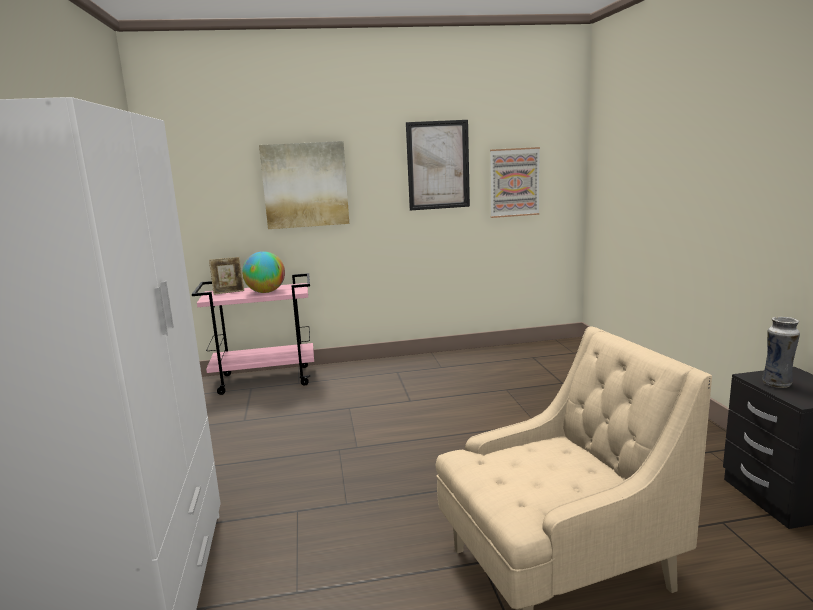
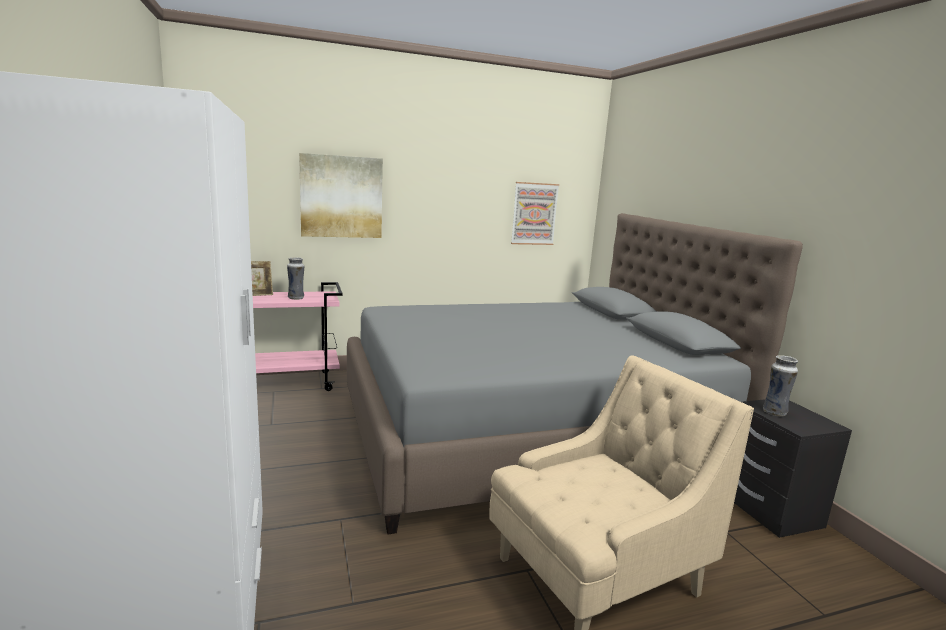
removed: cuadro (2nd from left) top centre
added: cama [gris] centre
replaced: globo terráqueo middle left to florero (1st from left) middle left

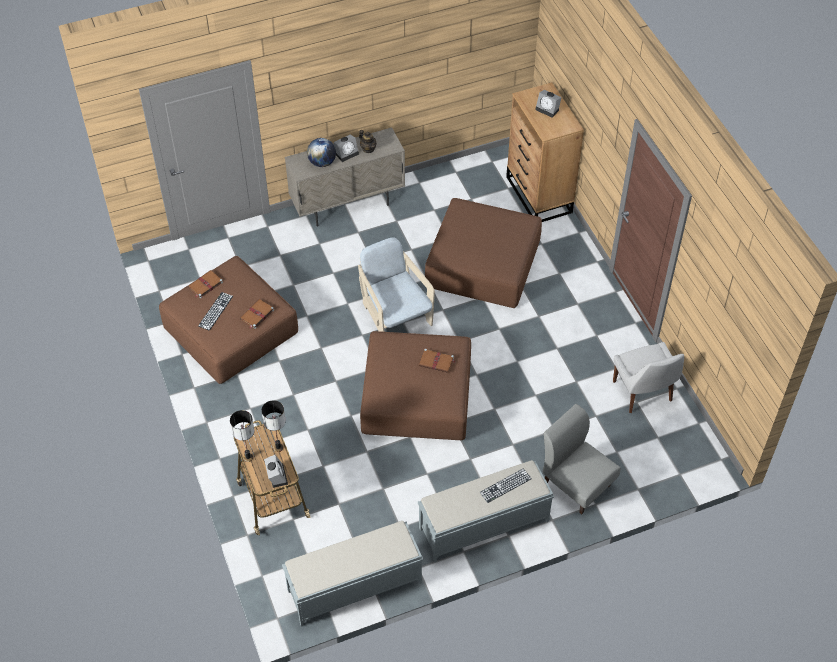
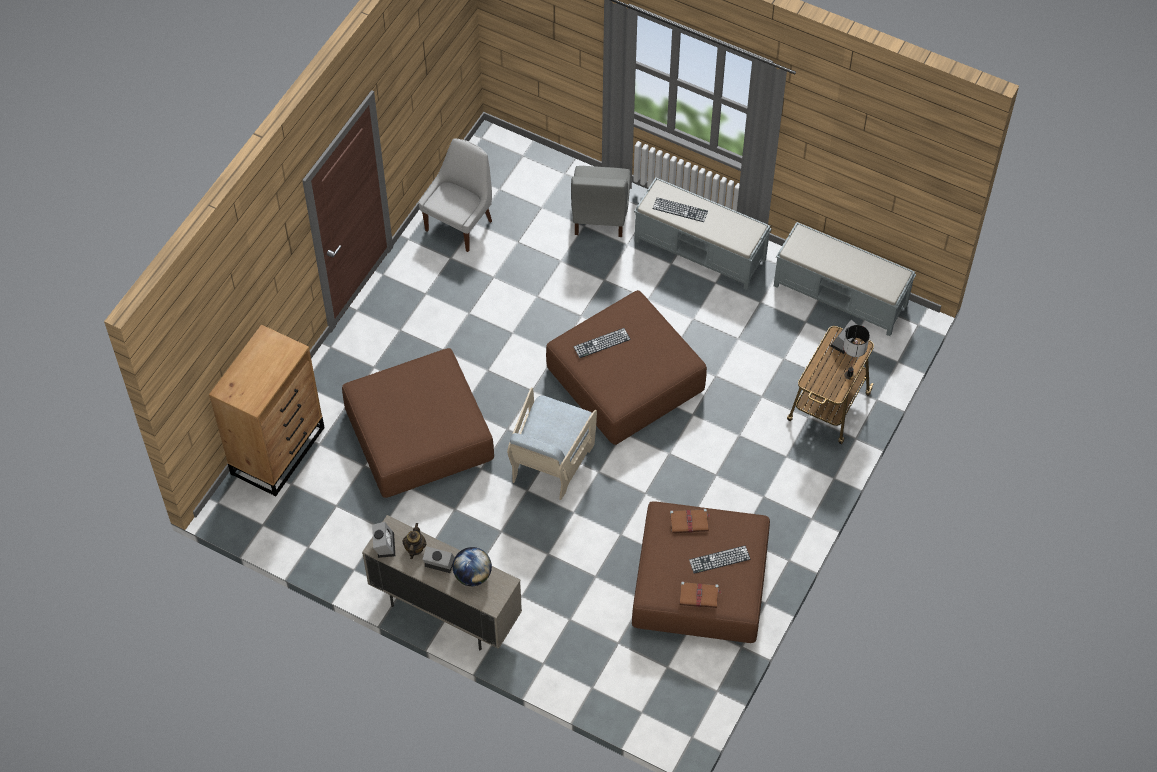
removed: lámpara de mesa (2nd from left) middle left
moved: despertador (3rd from left in the first image) top centre to despertador (1st from left) bottom left
replaced: libro [marrón] (3rd from left) centre to teclado (1st from left) centre

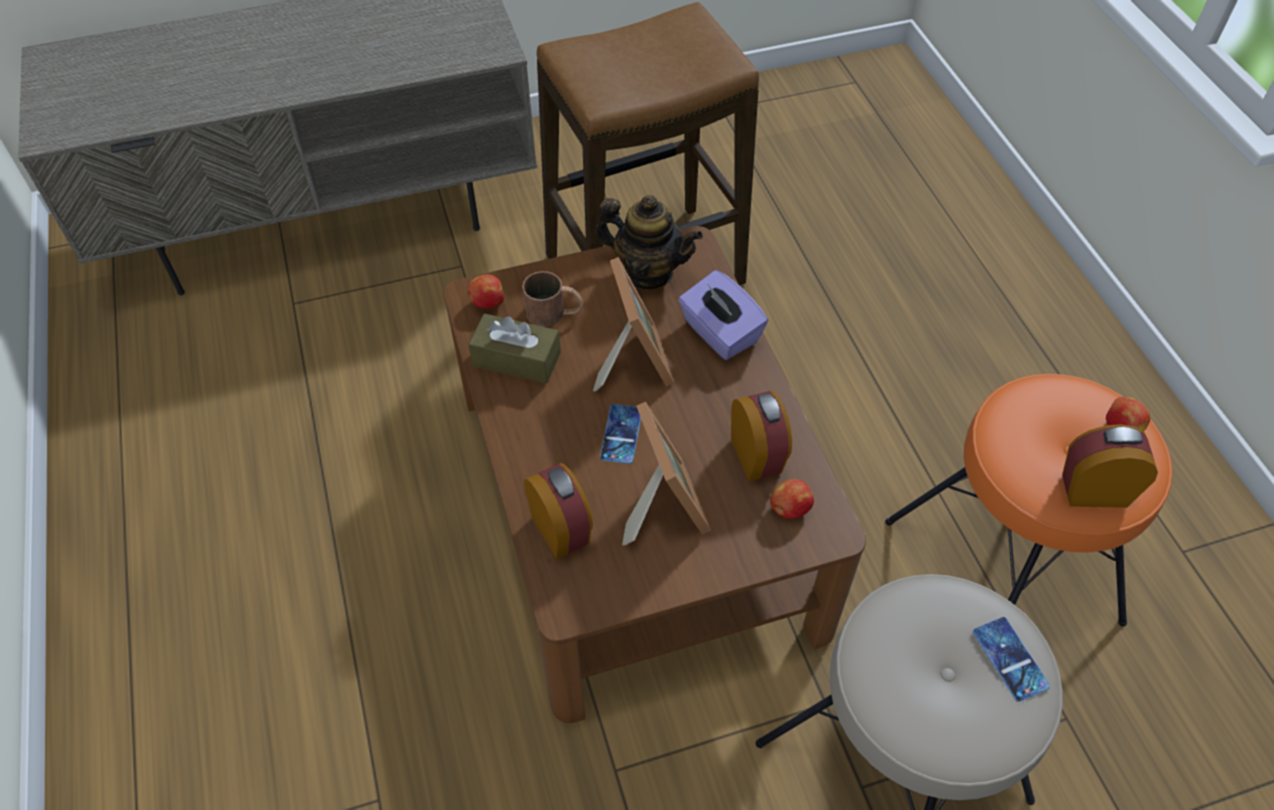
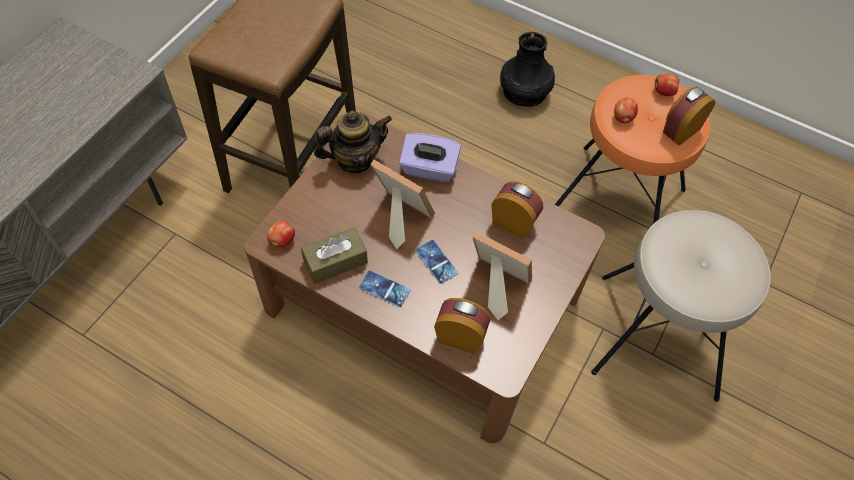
removed: taza grande [marrón] centre
added: florero [negro] top centre
moved: móvil (2nd from left in the first image) bottom right to móvil (1st from left) centre; manzana (2nd from left) centre to top right

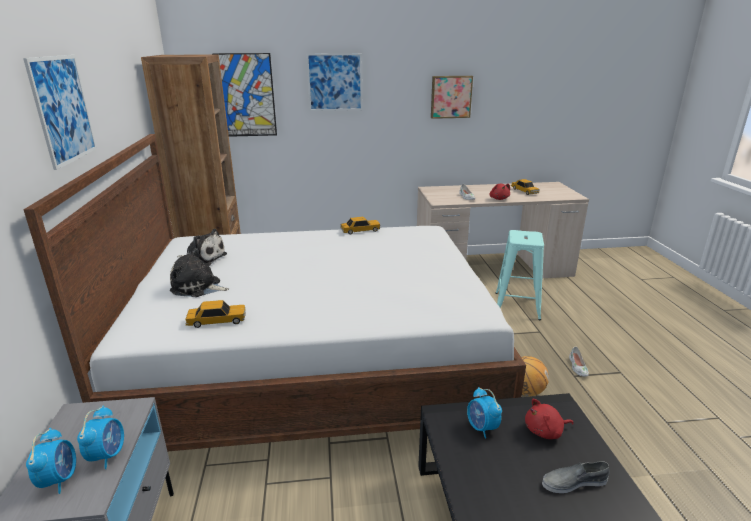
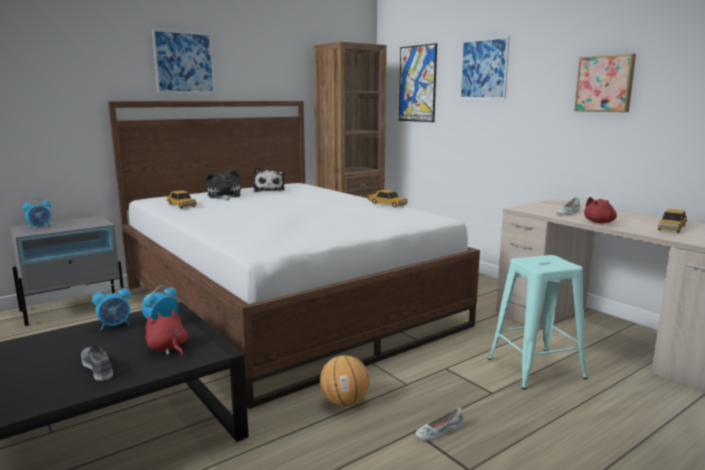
moved: despertador (2nd from left) bottom left to middle left

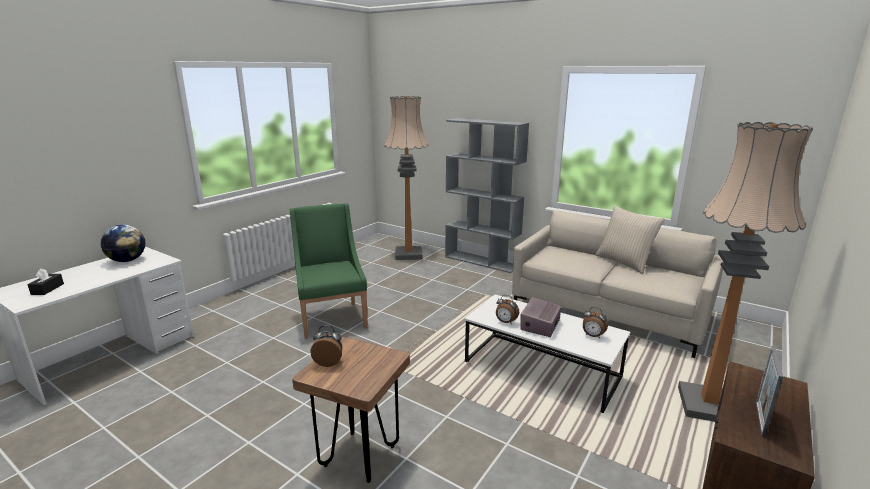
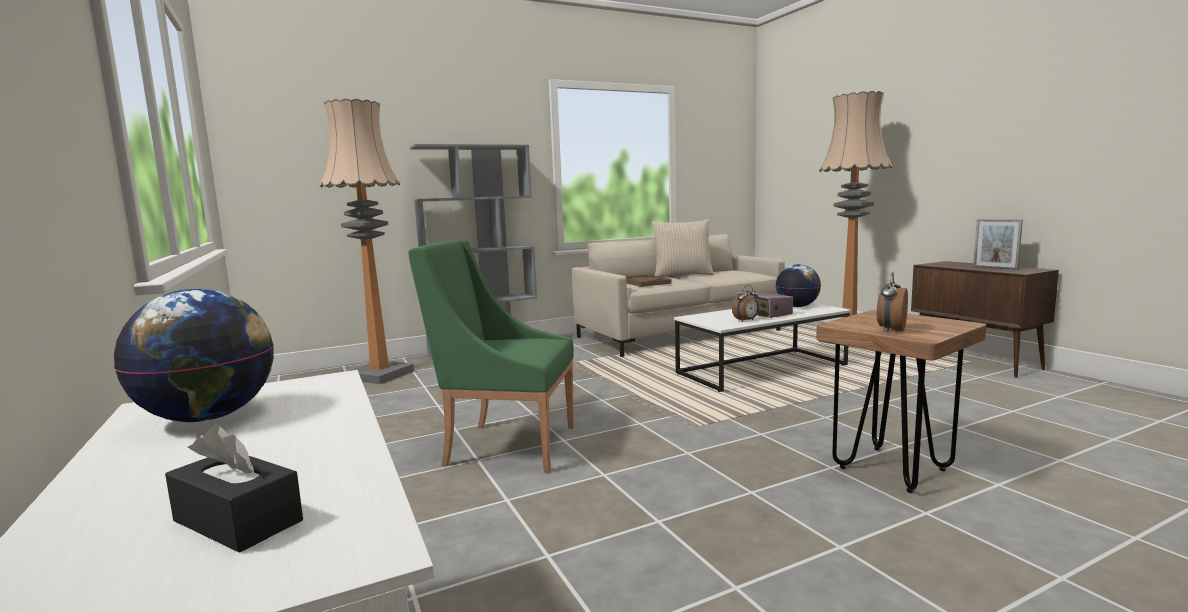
added: bandeja [marrón] centre
replaced: despertador (3rd from left) middle right to globo terráqueo (2nd from left) middle right

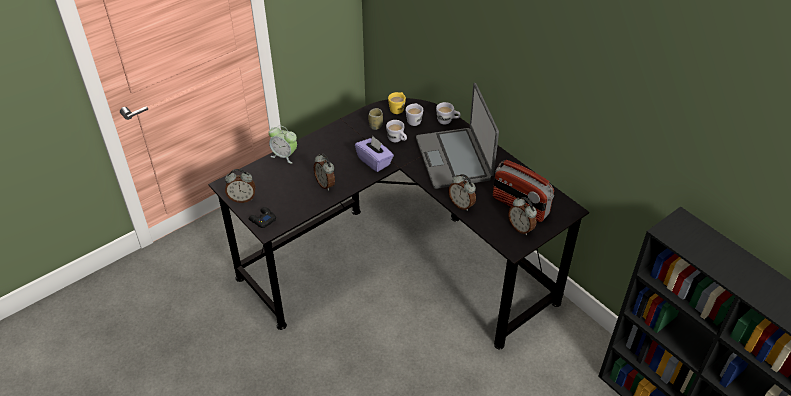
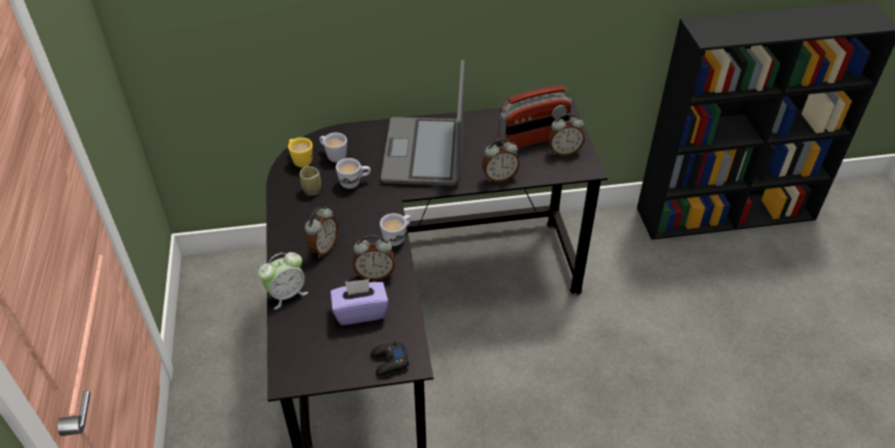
moved: despertador (1st from left in the first image) middle left to despertador (2nd from left) centre; caja de pañuelos [morado] centre to bottom centre; taza grande [blanco] (3rd from left) top centre to centre
turned: portátil centre = top centre 75 degrees clockwise

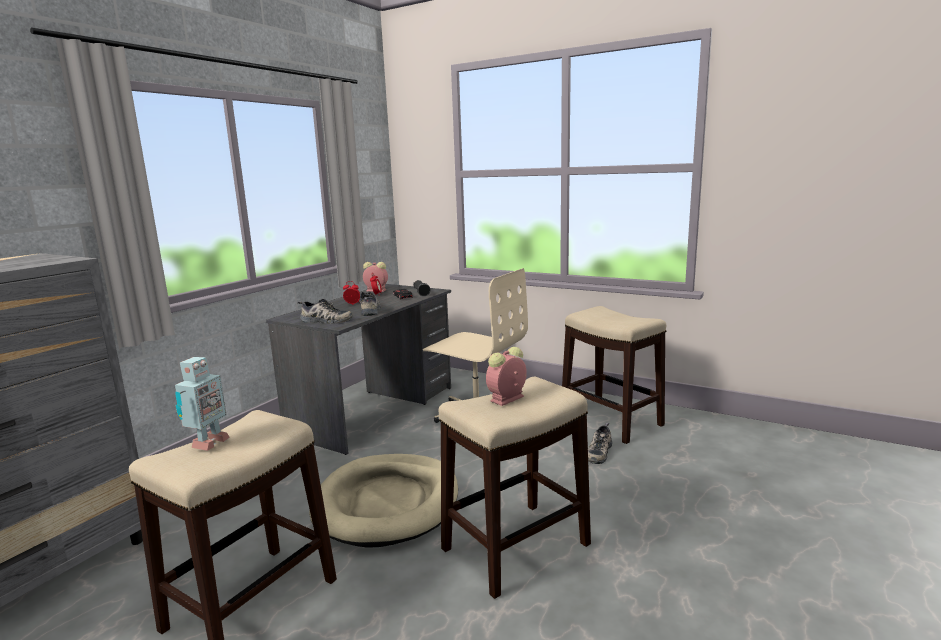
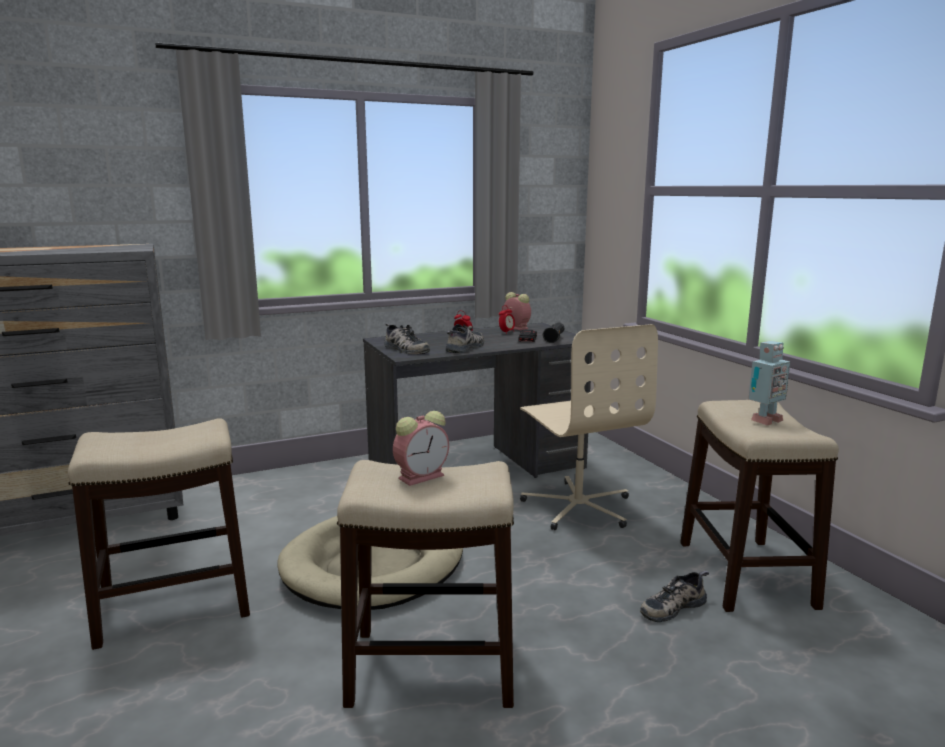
moved: robot de juguete middle left to middle right
turned: despertador (4th from left in the first image) centre = centre 150 degrees clockwise

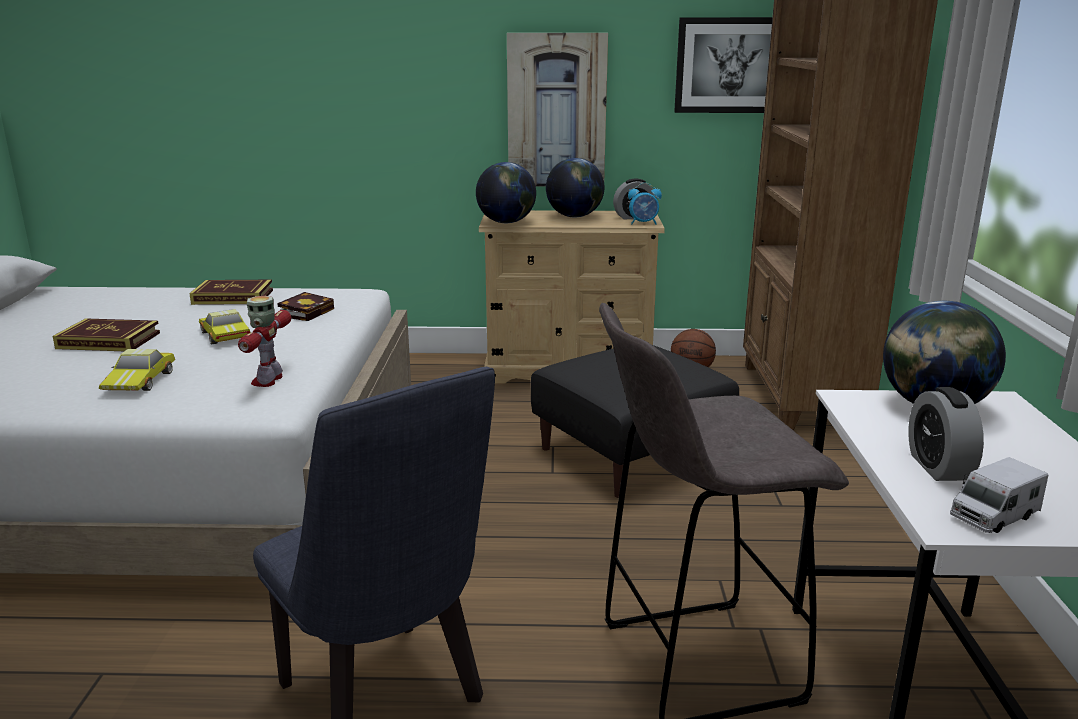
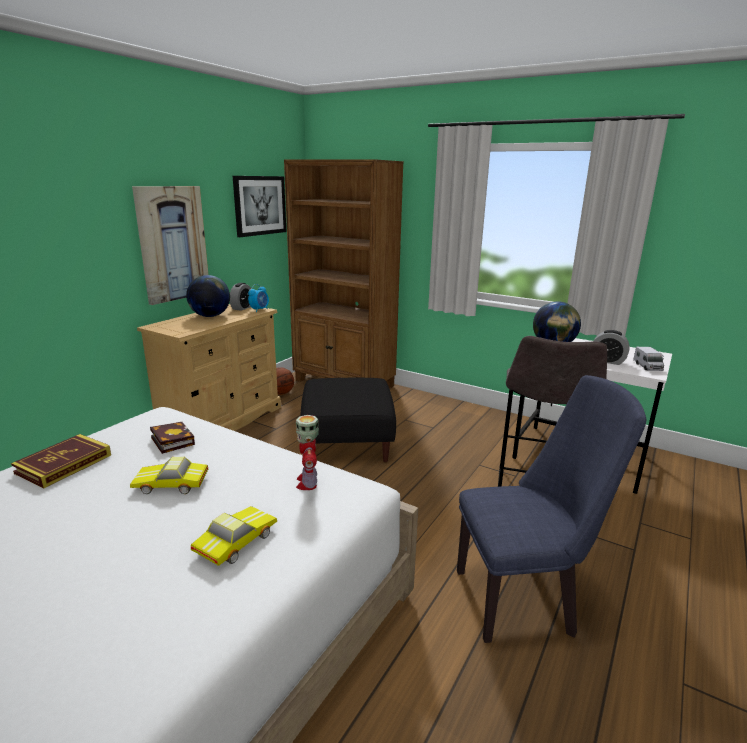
removed: libro (1st from left) middle left; globo terráqueo (1st from left) top centre
turned: coche de juguete (1st from left in the first image) middle left = bottom left 90 degrees counterclockwise; robot de juguete middle left = centre 45 degrees clockwise

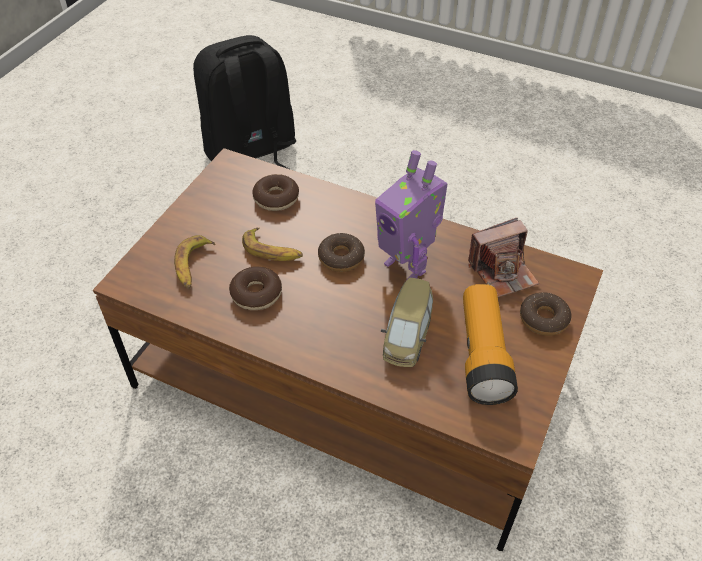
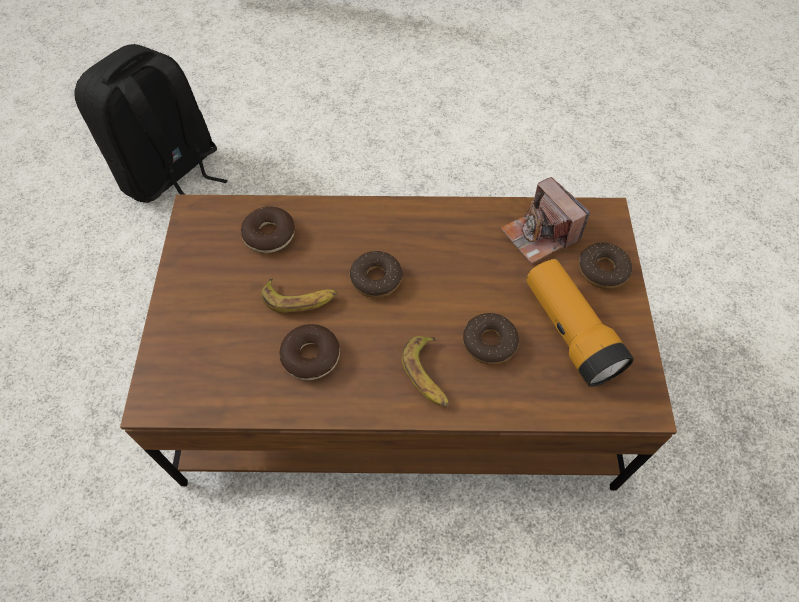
removed: robot de juguete centre
moved: plátano (1st from left in the first image) middle left to plátano (2nd from left) centre
replaced: coche de juguete centre to rosquilla (4th from left) centre
turned: cámara middle right = middle right 105 degrees clockwise

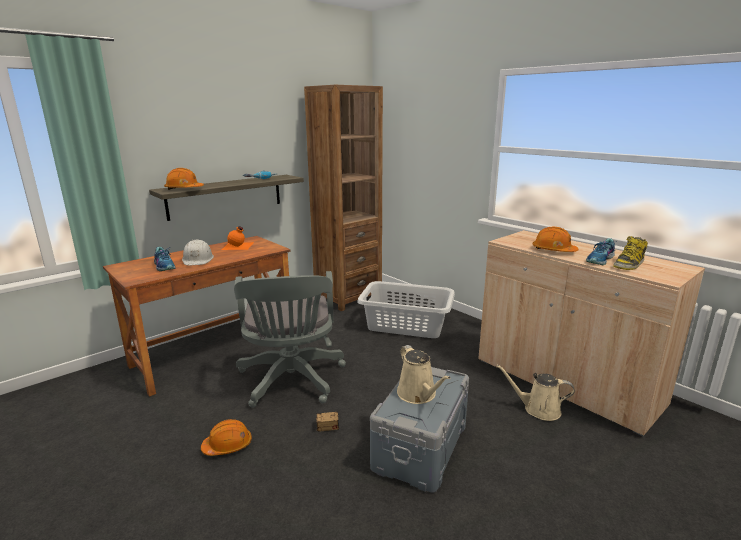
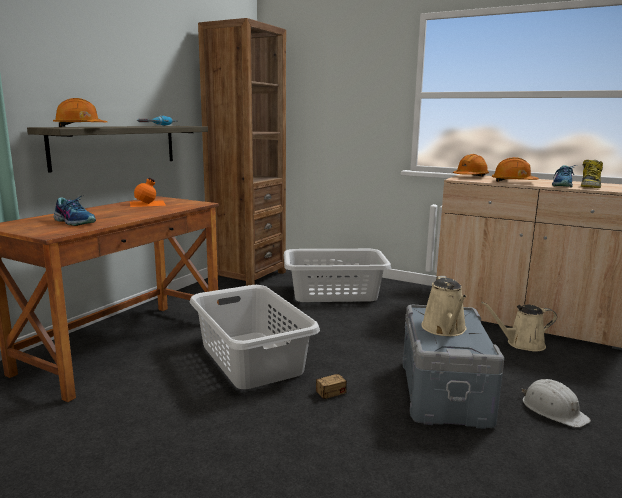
moved: casco [naranja] (2nd from left) bottom left to top right; casco [blanco] middle left to bottom right
replaced: silla de oficina [gris] centre to cesto de la ropa [gris] (1st from left) bottom centre
turned: regadera [beis] (1st from left) bottom centre = middle right 45 degrees clockwise

